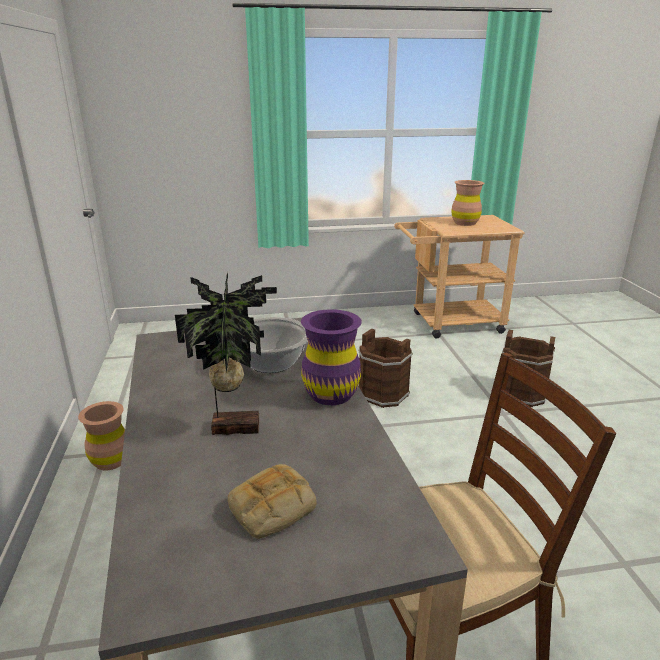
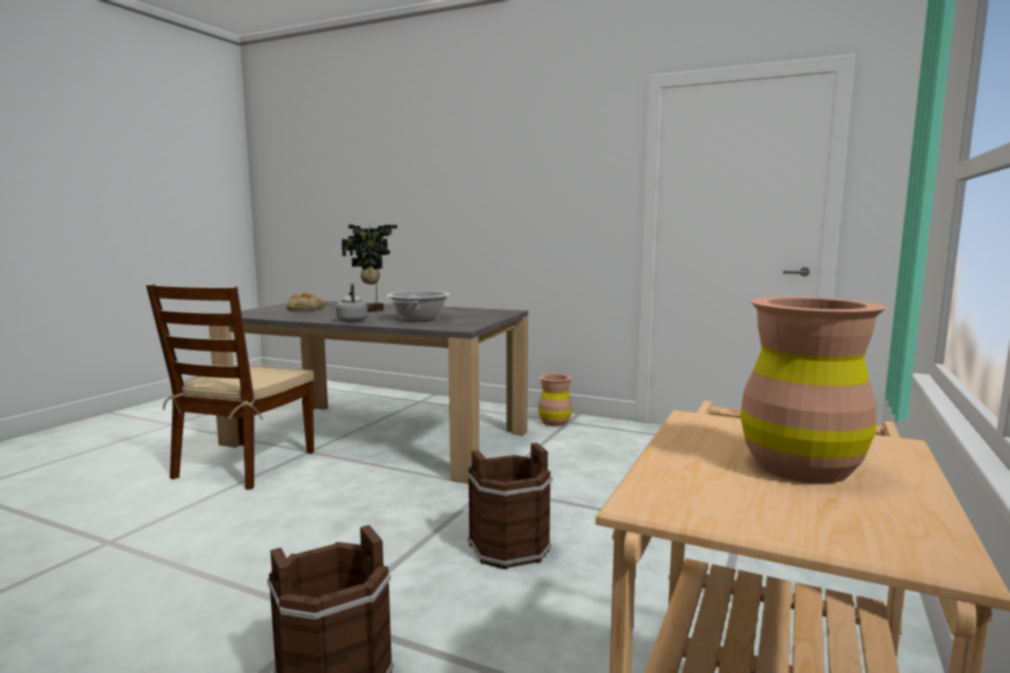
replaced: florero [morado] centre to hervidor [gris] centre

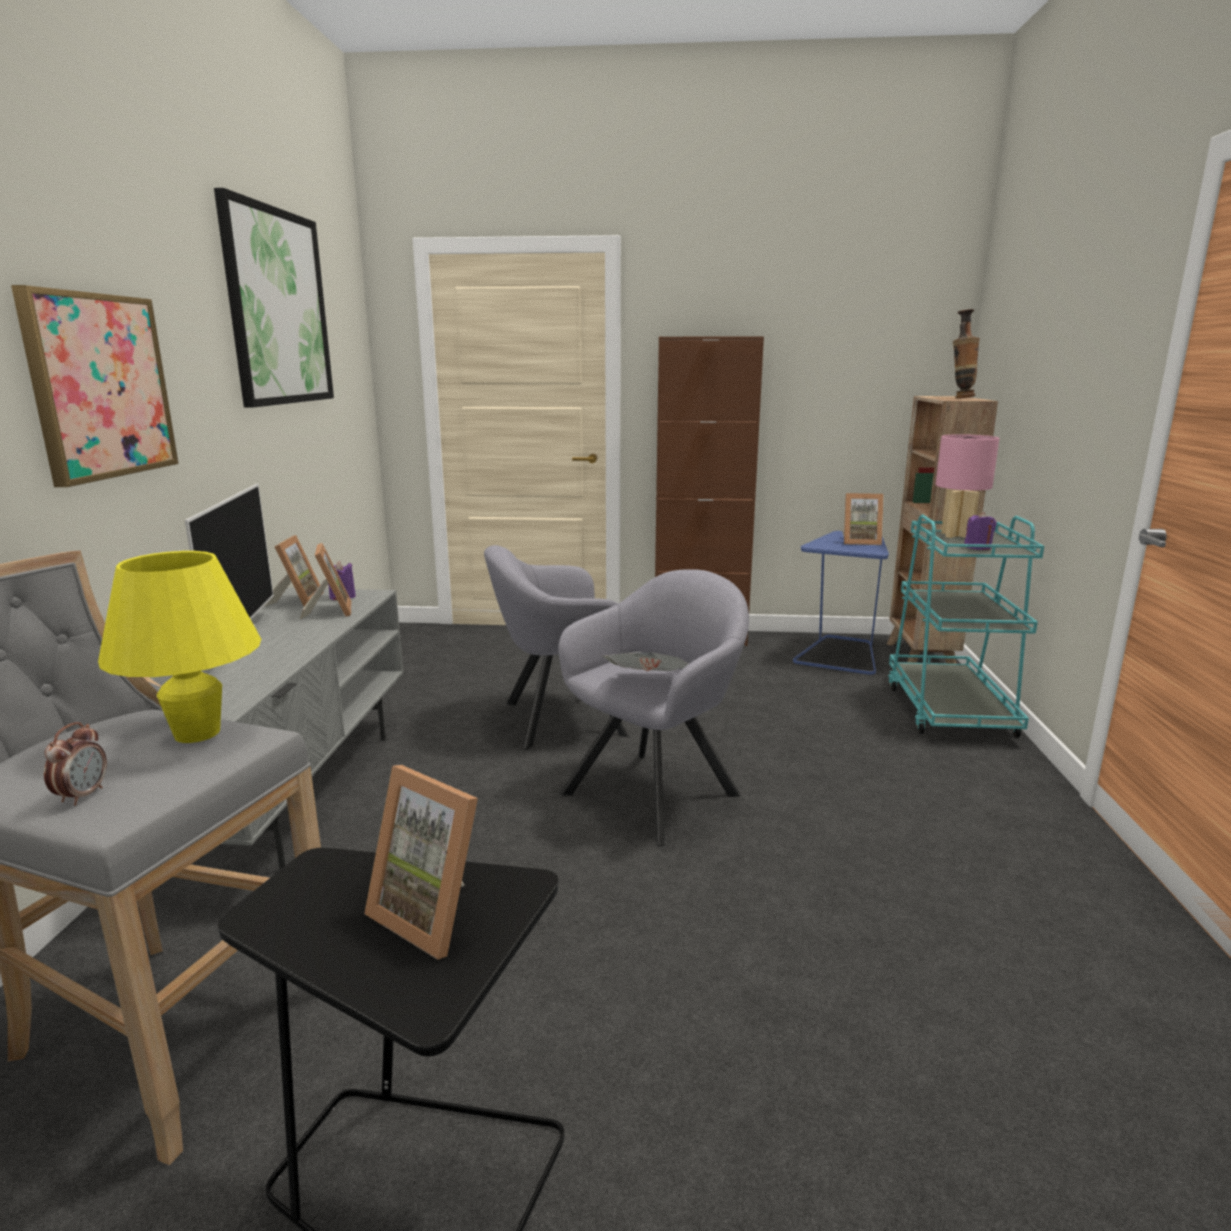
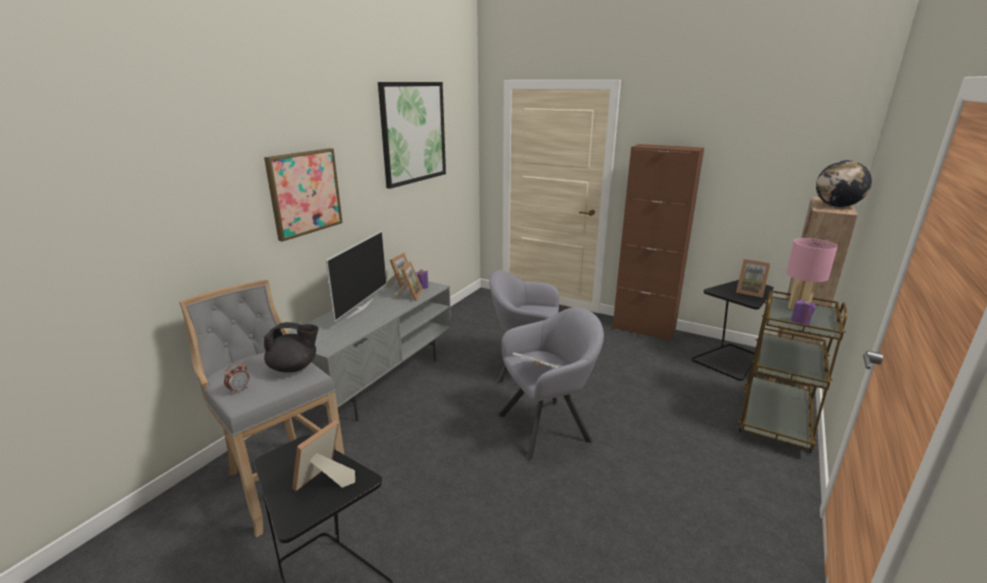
replaced: lámpara de mesa [amarillo] middle left to tetera [negro] middle left; florero top right to globo terráqueo top right
recoloured: mesa auxiliar [azul] middle right to mesa auxiliar [negro] (2nd from left) middle right; carrito [turquesa] middle right to carrito [marrón] middle right
turned: portarretratos (3rd from left in the first image) bottom centre = bottom left 60 degrees clockwise

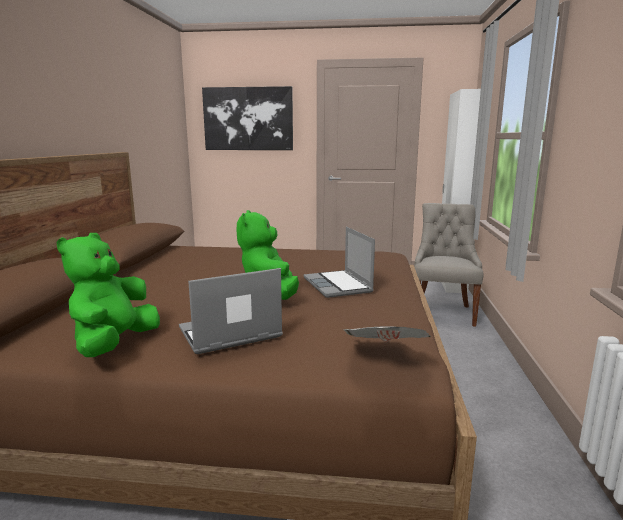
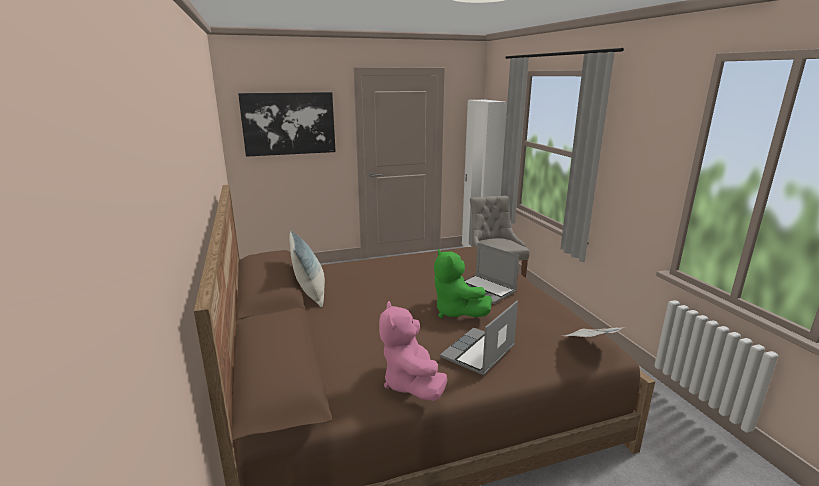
added: cojín centre
recoloured: peluche [verde] (1st from left) middle left to peluche [rosa] bottom centre

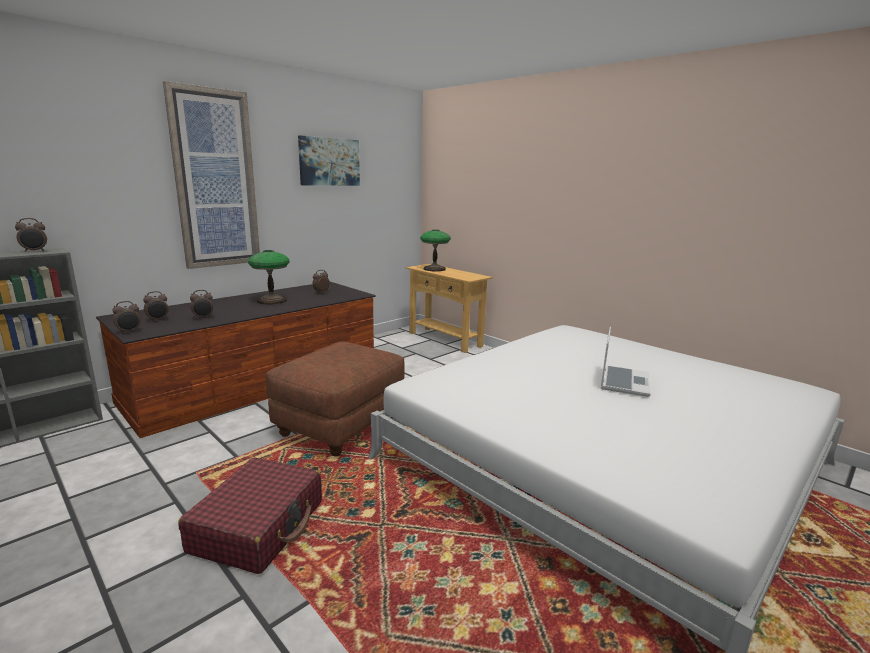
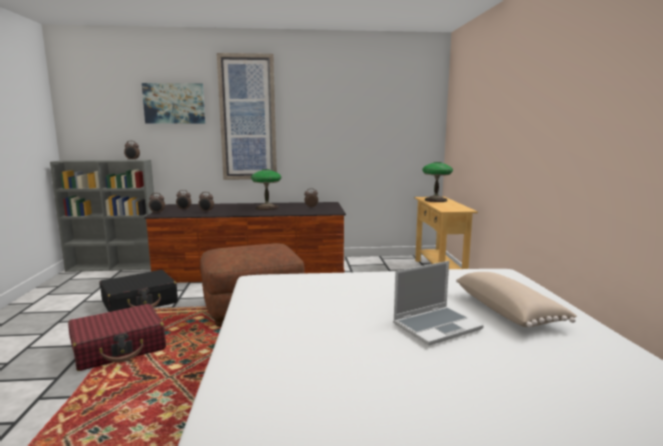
added: maleta [negro] middle left; cojín [beis] bottom right
moved: cuadro (2nd from left in the first image) top centre to cuadro (1st from left) top left

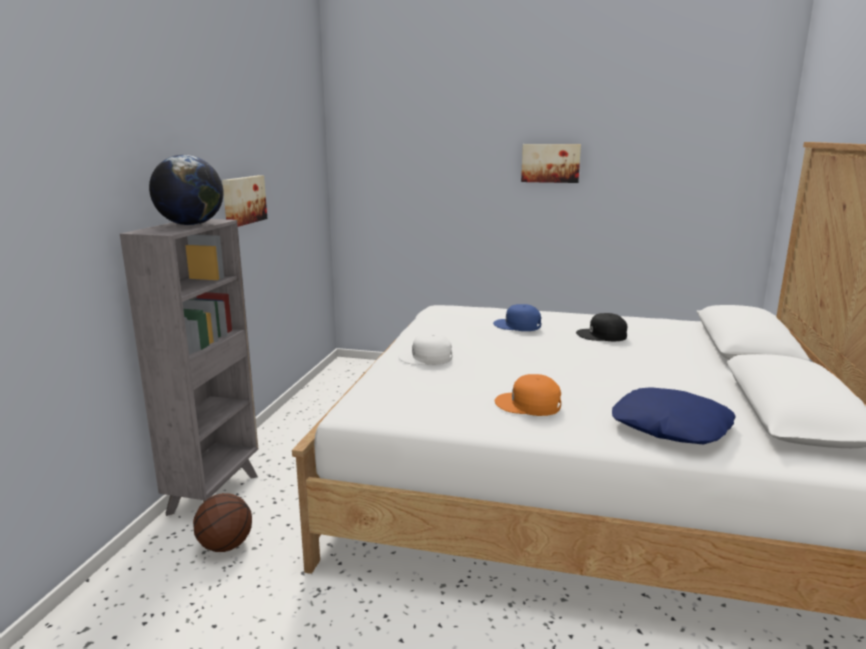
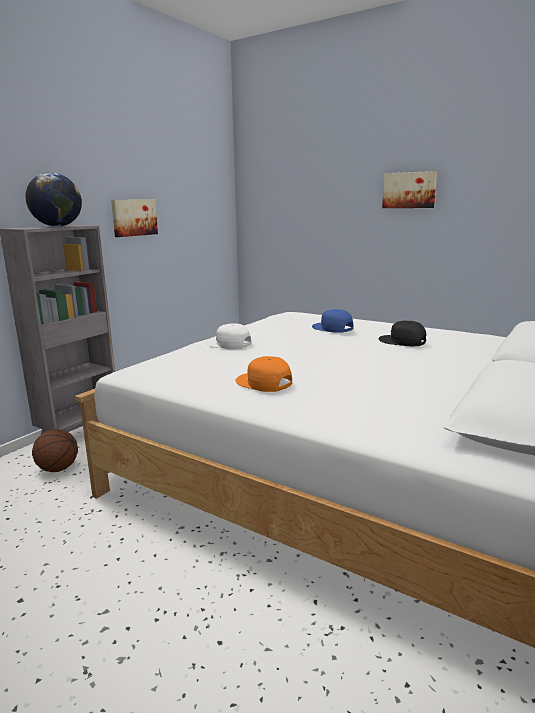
removed: cojín [azul] middle right

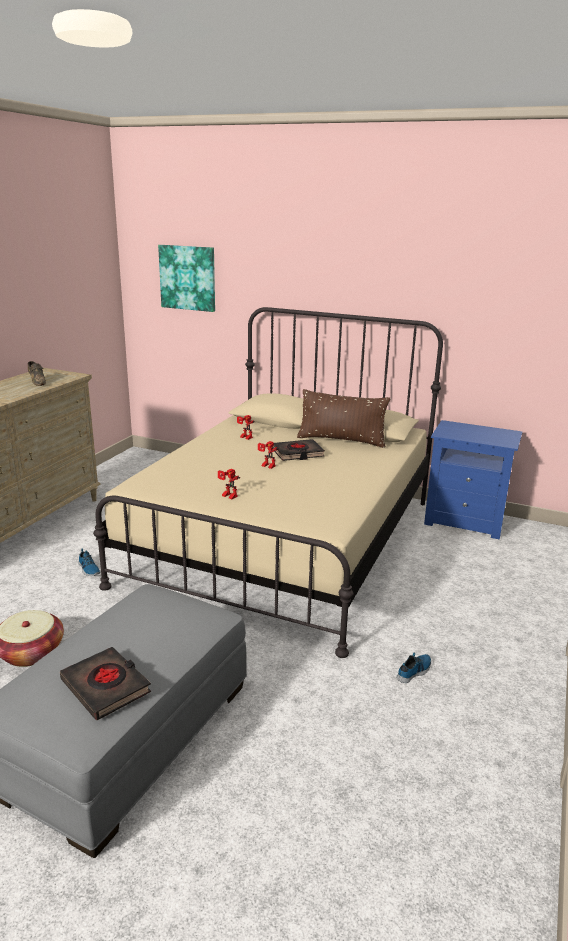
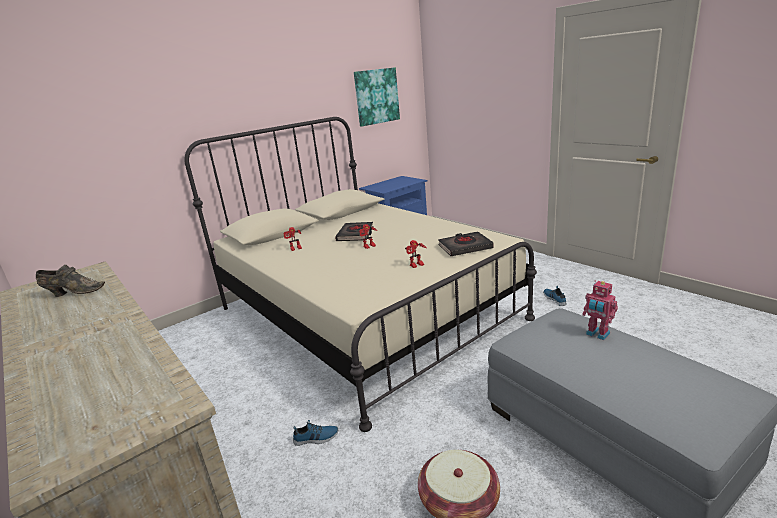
removed: cojín [marrón] centre
added: robot de juguete (4th from left) middle right
moved: cuadro top left to top centre; libro [negro] (1st from left in the first image) bottom left to libro [negro] (2nd from left) centre

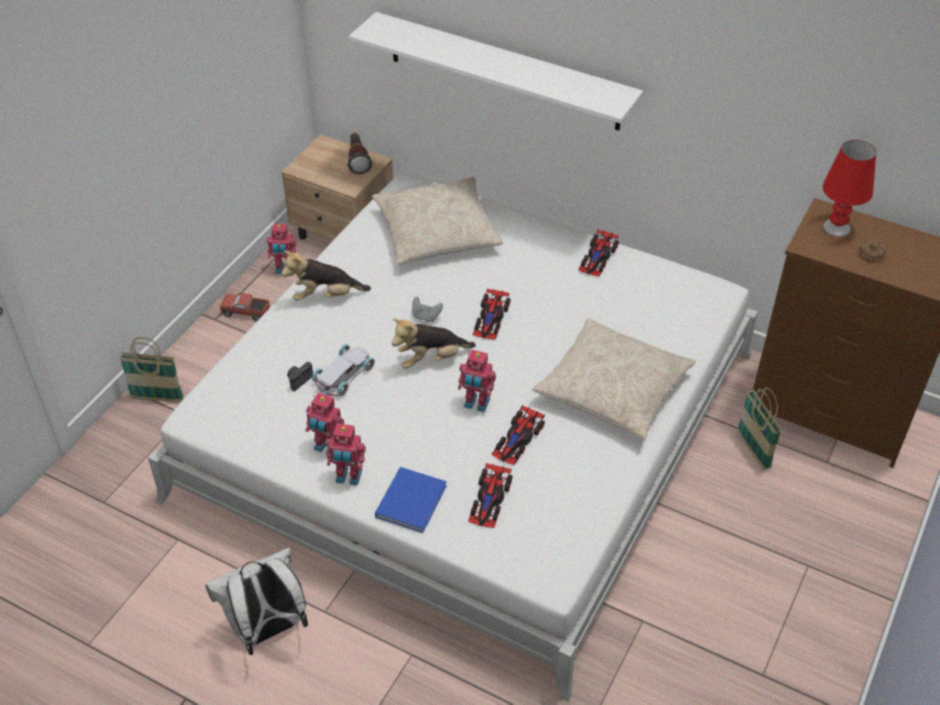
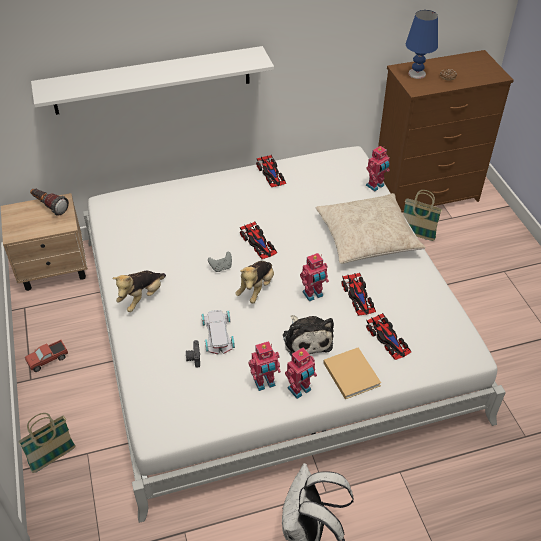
removed: cojín [beis] (1st from left) top centre
added: peluche (3rd from left) centre
moved: robot de juguete (1st from left in the first image) middle left to robot de juguete (4th from left) top right
recoloured: libro [azul] bottom centre to libro [beis] bottom centre; lámpara de mesa [rojo] top right to lámpara de mesa [azul] top right

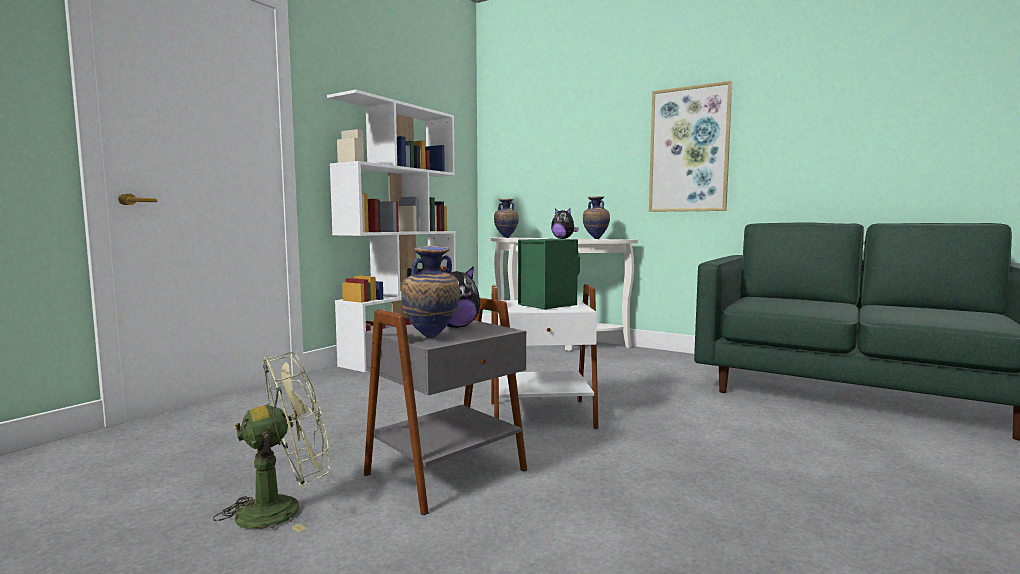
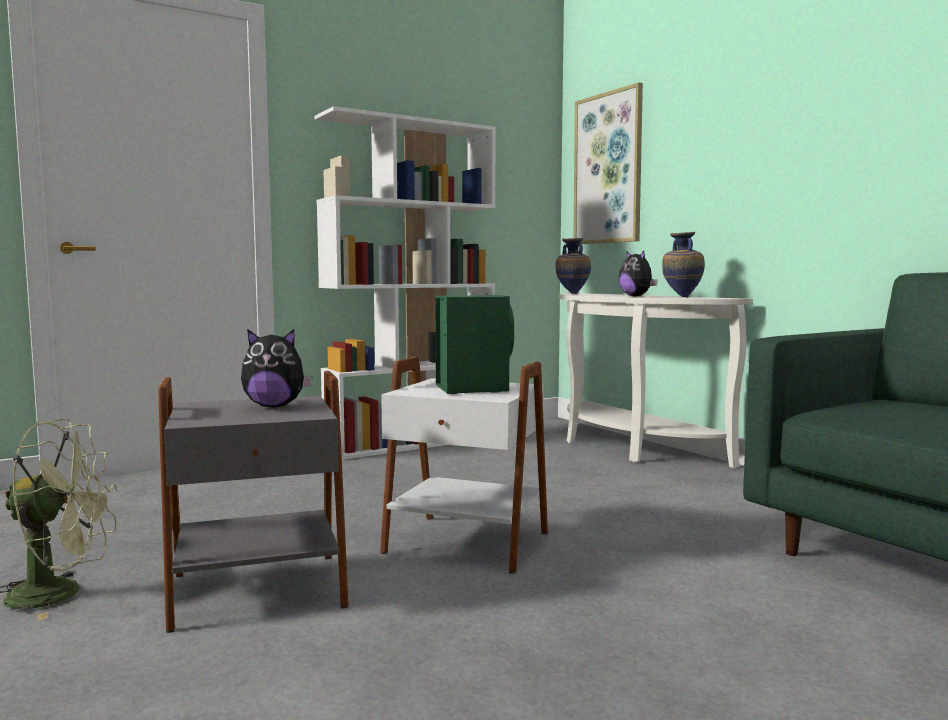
removed: florero (1st from left) centre
moved: cuadro top right to top centre

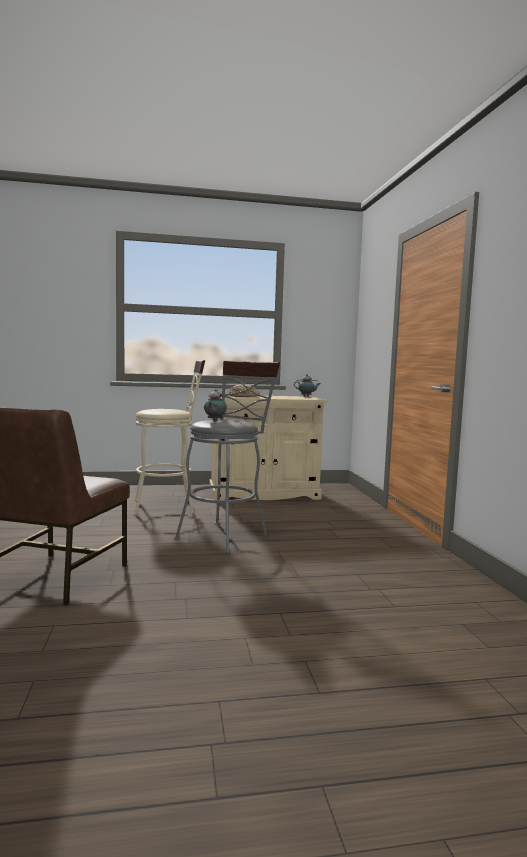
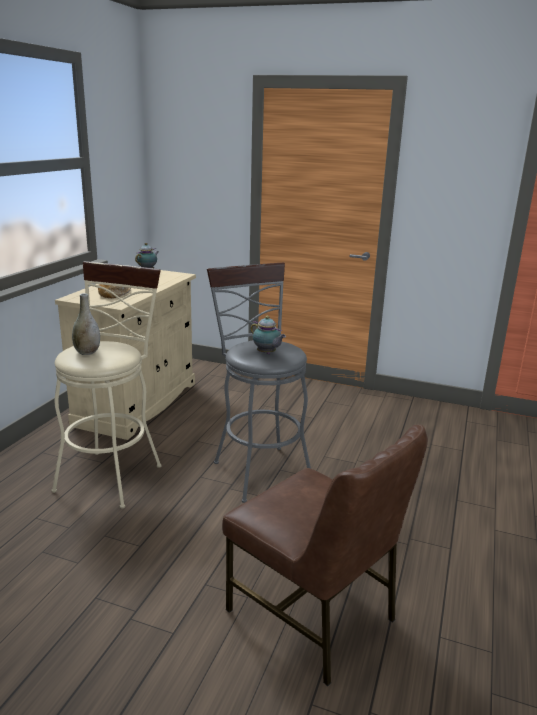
added: florero [gris] middle left

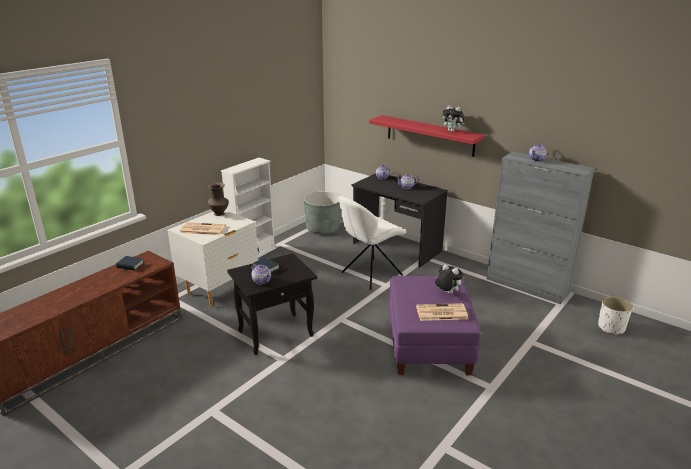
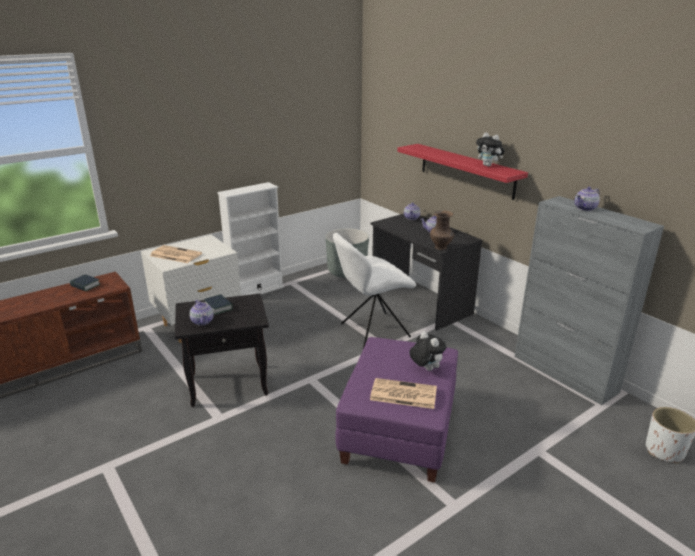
moved: florero [marrón] middle left to centre

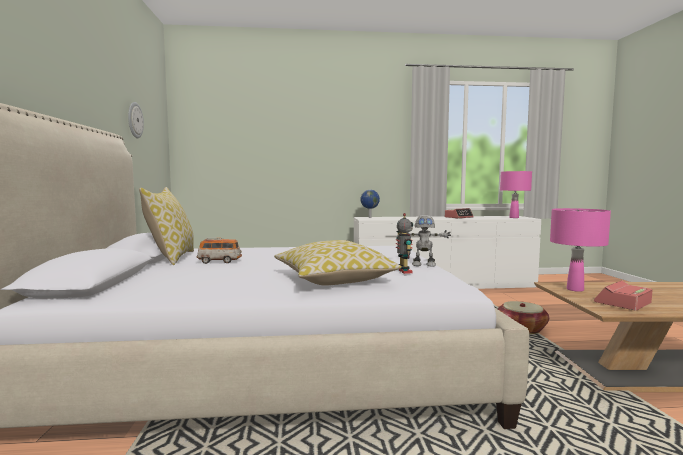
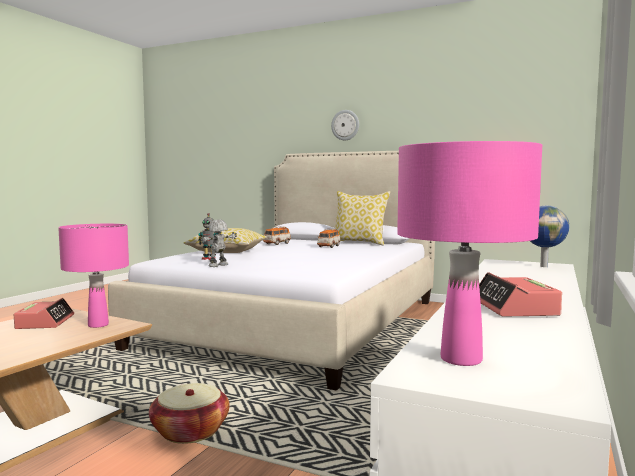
added: coche de juguete (1st from left) centre
moved: reloj de pared top left to top centre

